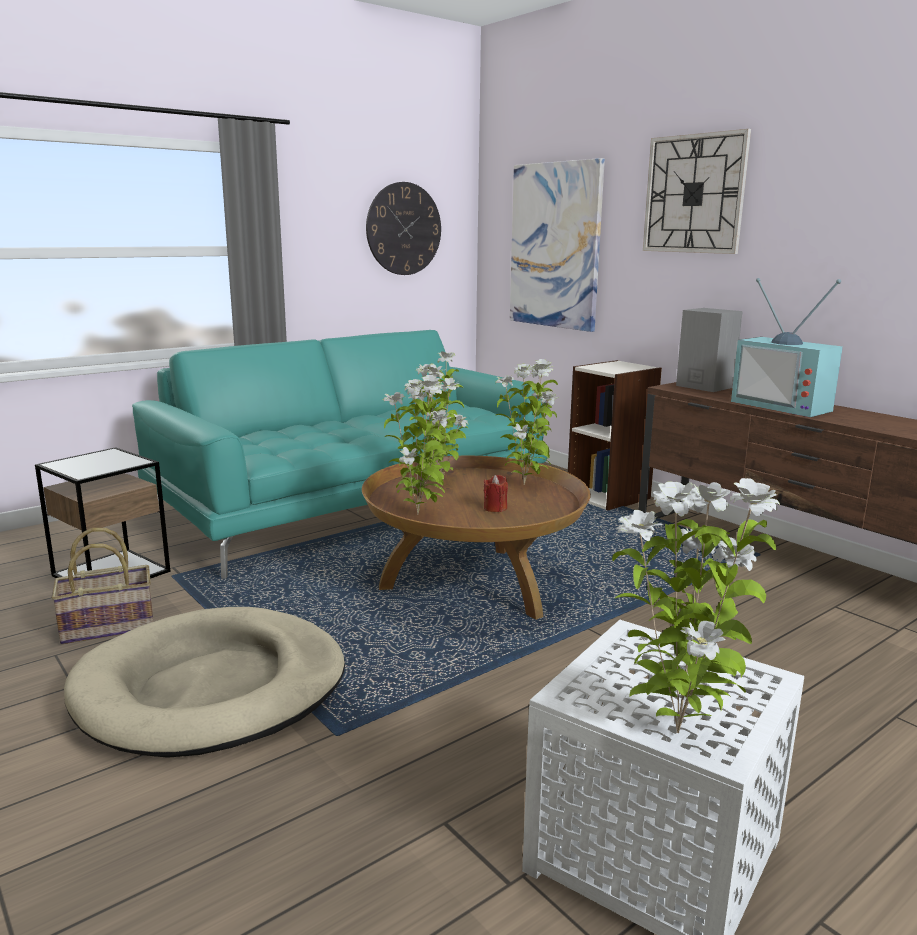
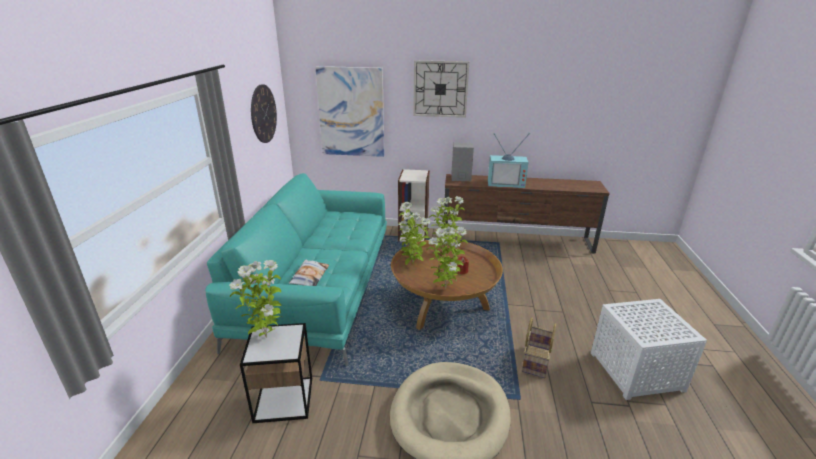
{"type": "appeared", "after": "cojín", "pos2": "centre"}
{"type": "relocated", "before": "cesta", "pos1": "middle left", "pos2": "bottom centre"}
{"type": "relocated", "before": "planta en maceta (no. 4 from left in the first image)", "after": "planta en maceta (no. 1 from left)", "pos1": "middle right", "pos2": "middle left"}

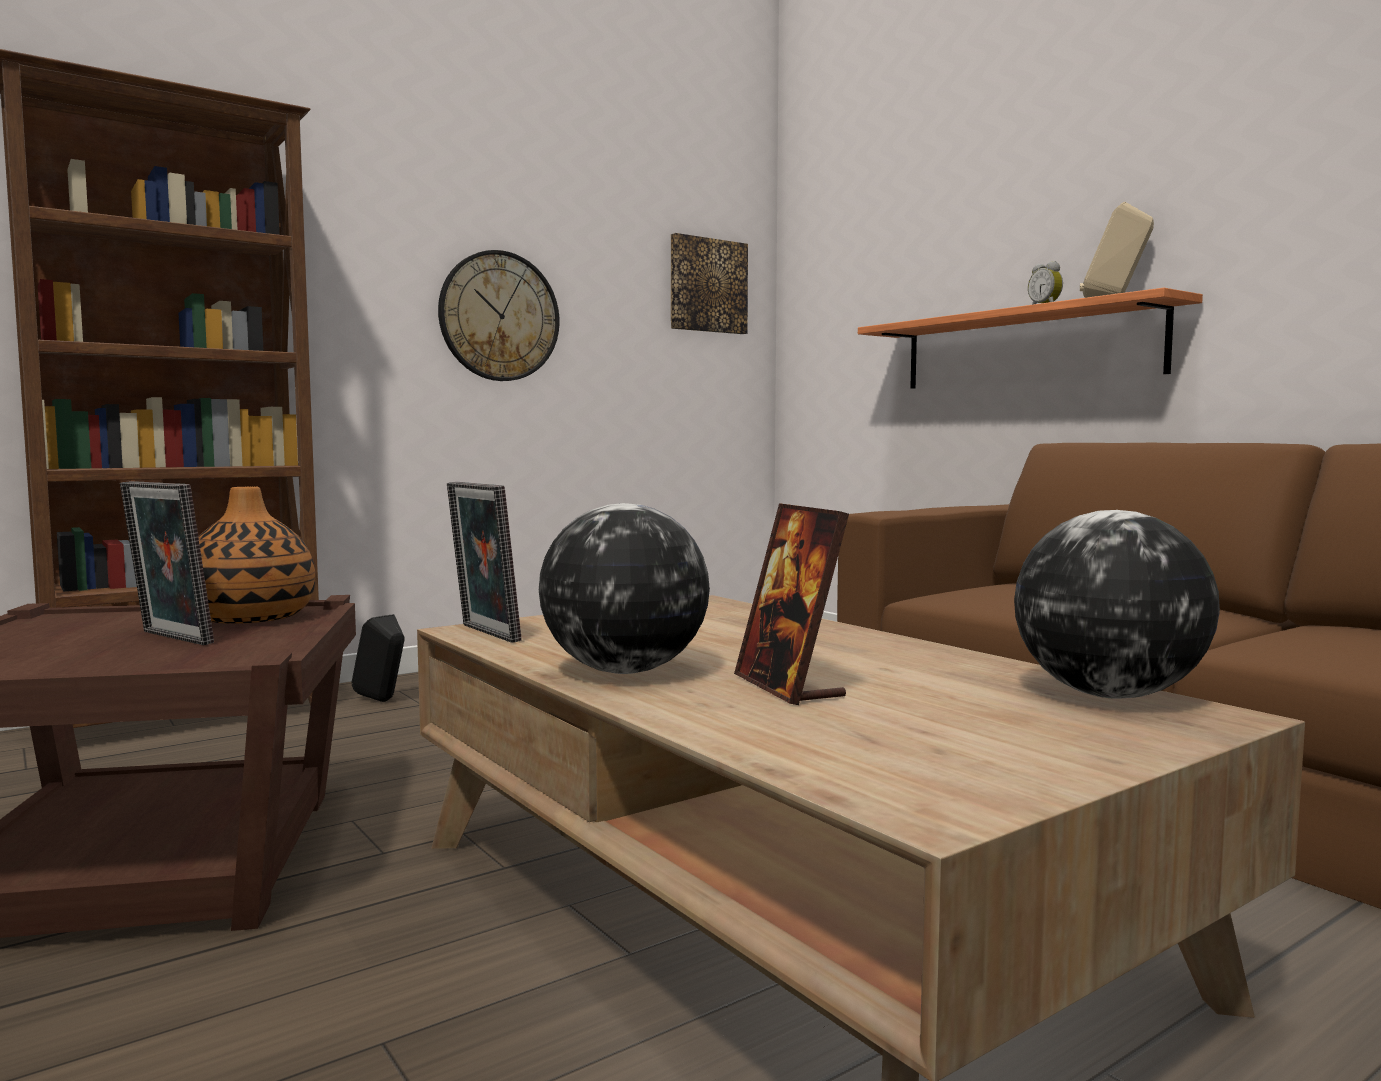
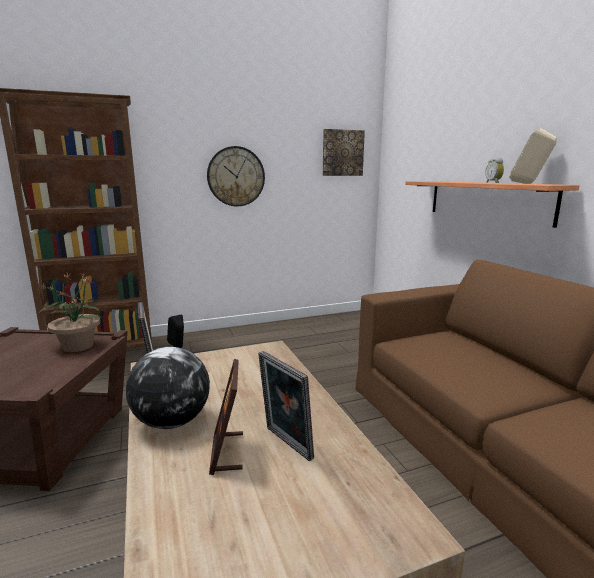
{"type": "missing", "before": "globo terráqueo (no. 2 from left)", "pos1": "middle right"}
{"type": "relocated", "before": "portarretratos (no. 1 from left in the first image)", "after": "portarretratos (no. 3 from left)", "pos1": "middle left", "pos2": "bottom centre"}
{"type": "exchanged", "before": "florero", "after": "planta en maceta", "pos1": "middle left", "pos2": "middle left"}

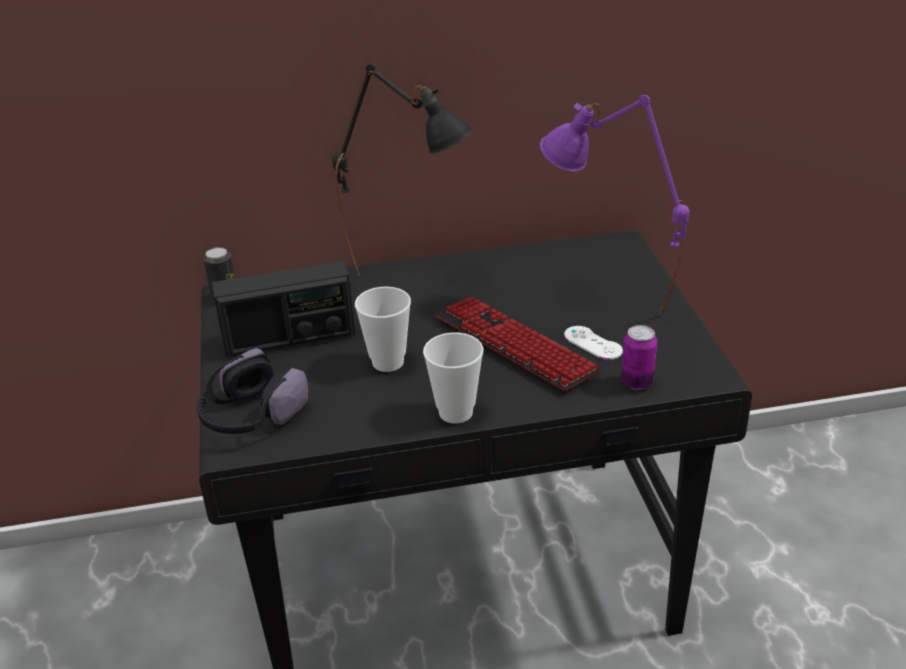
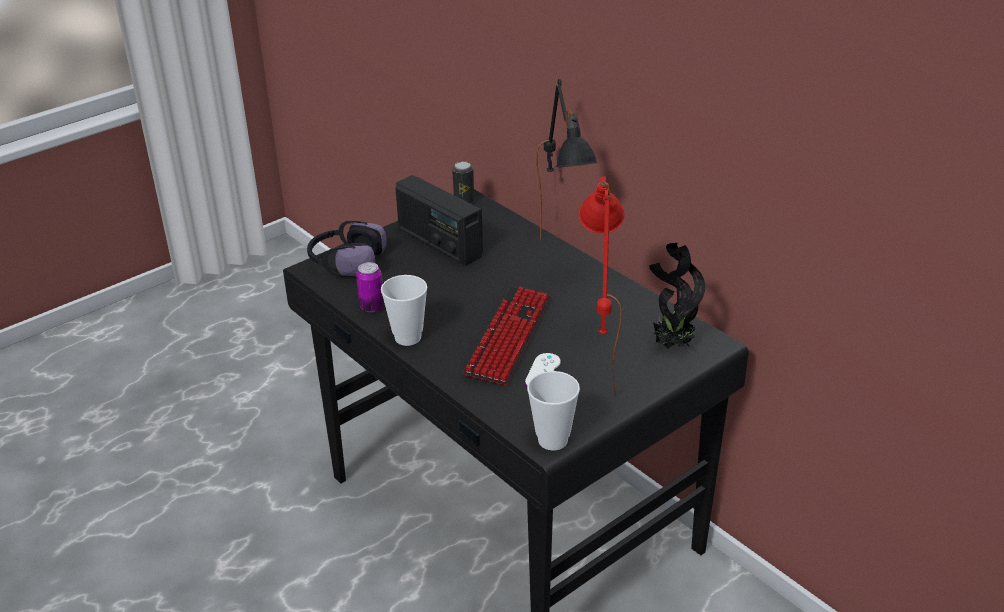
{"type": "appeared", "after": "planta en maceta", "pos2": "middle right"}
{"type": "relocated", "before": "taza (no. 1 from left in the first image)", "after": "taza (no. 2 from left)", "pos1": "centre", "pos2": "bottom centre"}
{"type": "relocated", "before": "lata (no. 2 from left in the first image)", "after": "lata (no. 1 from left)", "pos1": "middle right", "pos2": "centre"}
{"type": "colour", "before": "lámpara de mesa [morado]", "after": "lámpara de mesa [rojo]", "pos1": "top right", "pos2": "centre"}

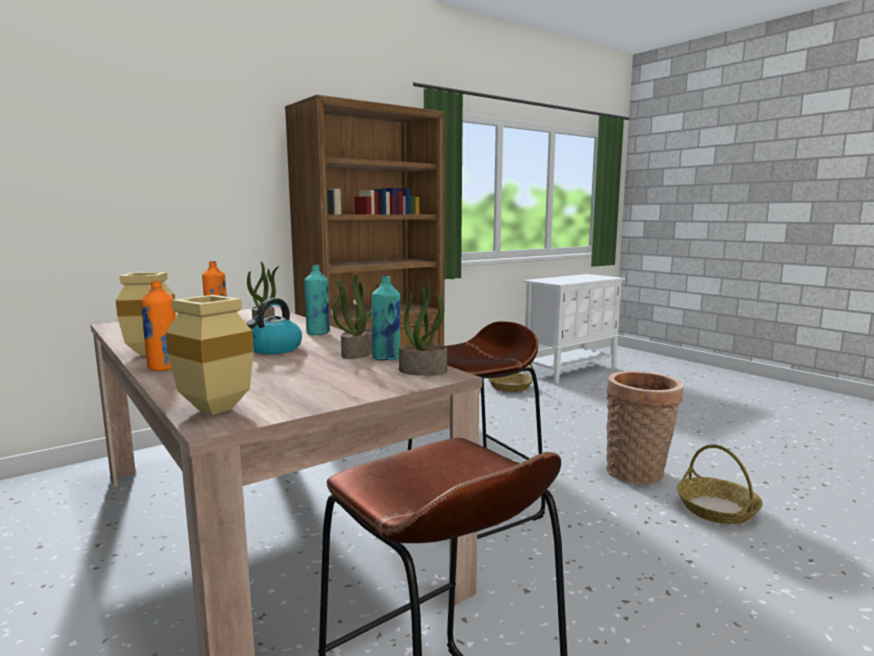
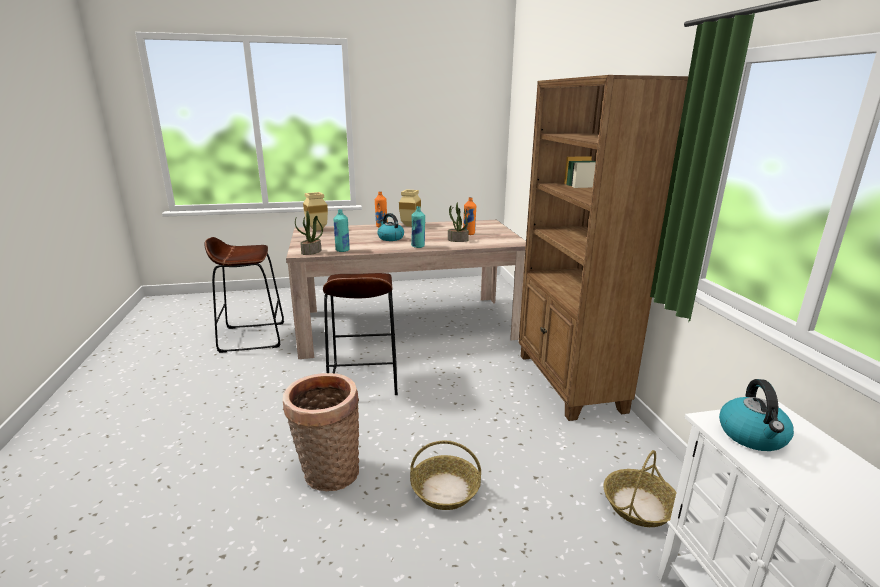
{"type": "missing", "before": "planta en maceta (no. 2 from left)", "pos1": "centre"}
{"type": "appeared", "after": "hervidor (no. 2 from left)", "pos2": "bottom right"}
{"type": "relocated", "before": "cesta (no. 3 from left in the first image)", "after": "cesta (no. 2 from left)", "pos1": "bottom right", "pos2": "bottom centre"}

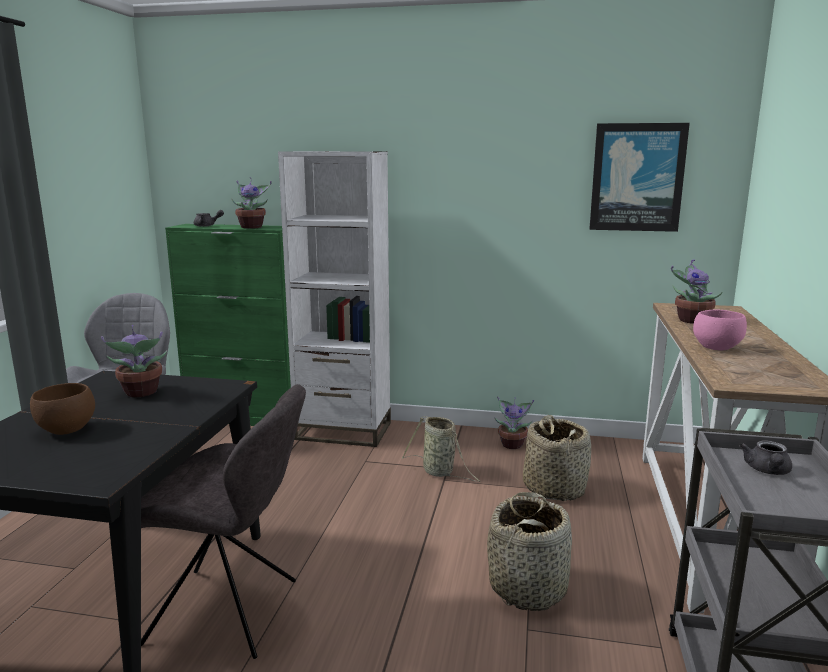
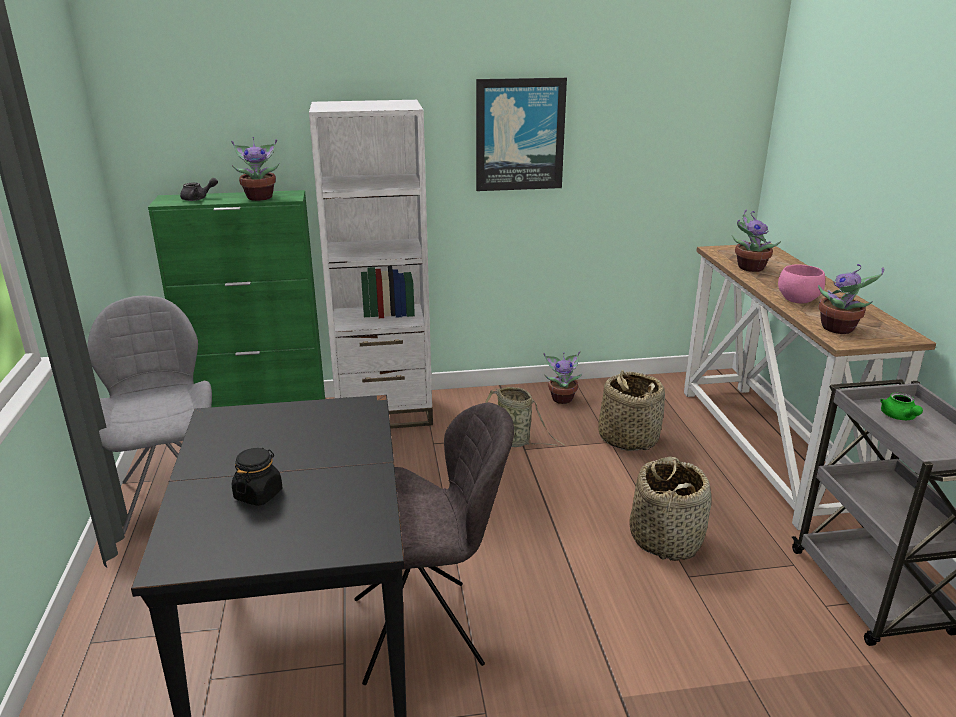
{"type": "relocated", "before": "planta en maceta (no. 1 from left in the first image)", "after": "planta en maceta (no. 4 from left)", "pos1": "middle left", "pos2": "middle right"}
{"type": "relocated", "before": "cuadro", "pos1": "top right", "pos2": "top centre"}
{"type": "exchanged", "before": "cuenco [marrón]", "after": "tarro [negro]", "pos1": "middle left", "pos2": "middle left"}
{"type": "colour", "before": "tetera [gris] (no. 2 from left)", "after": "tetera [verde]", "pos1": "bottom right", "pos2": "middle right"}

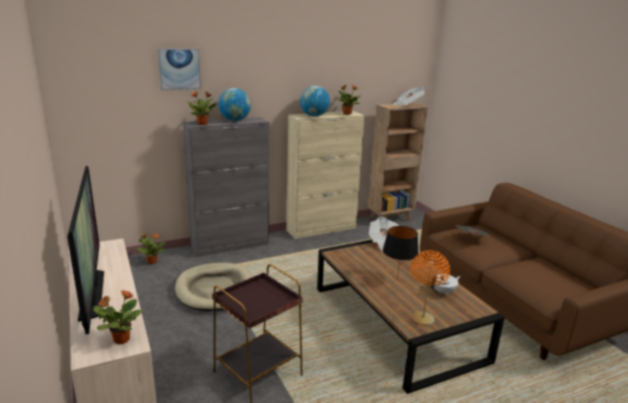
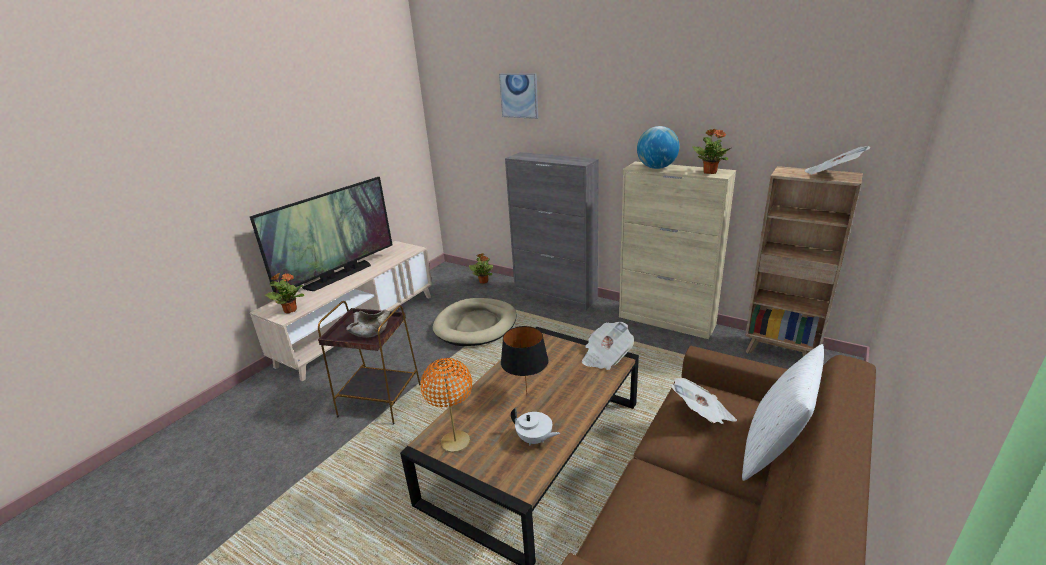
{"type": "missing", "before": "planta en maceta (no. 3 from left)", "pos1": "top left"}
{"type": "missing", "before": "globo terráqueo (no. 1 from left)", "pos1": "top centre"}
{"type": "appeared", "after": "cuenco [beis]", "pos2": "centre"}
{"type": "appeared", "after": "cojín [blanco]", "pos2": "bottom right"}

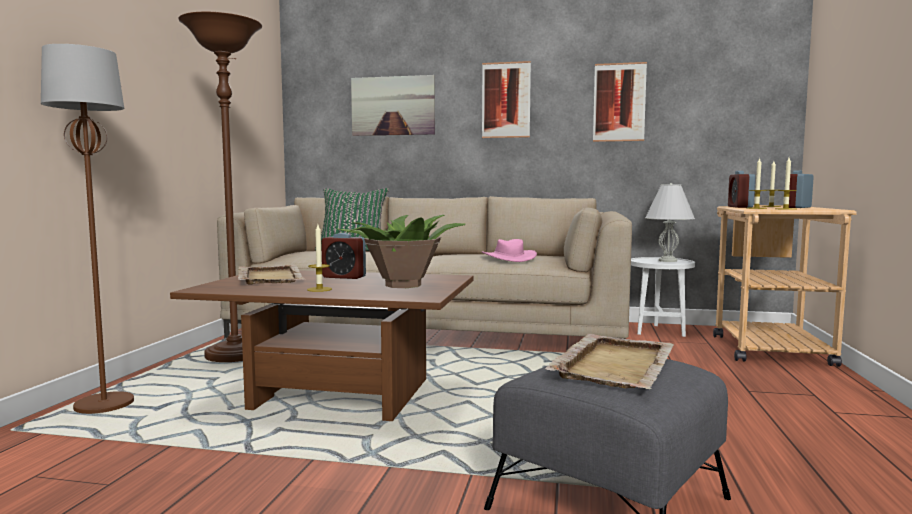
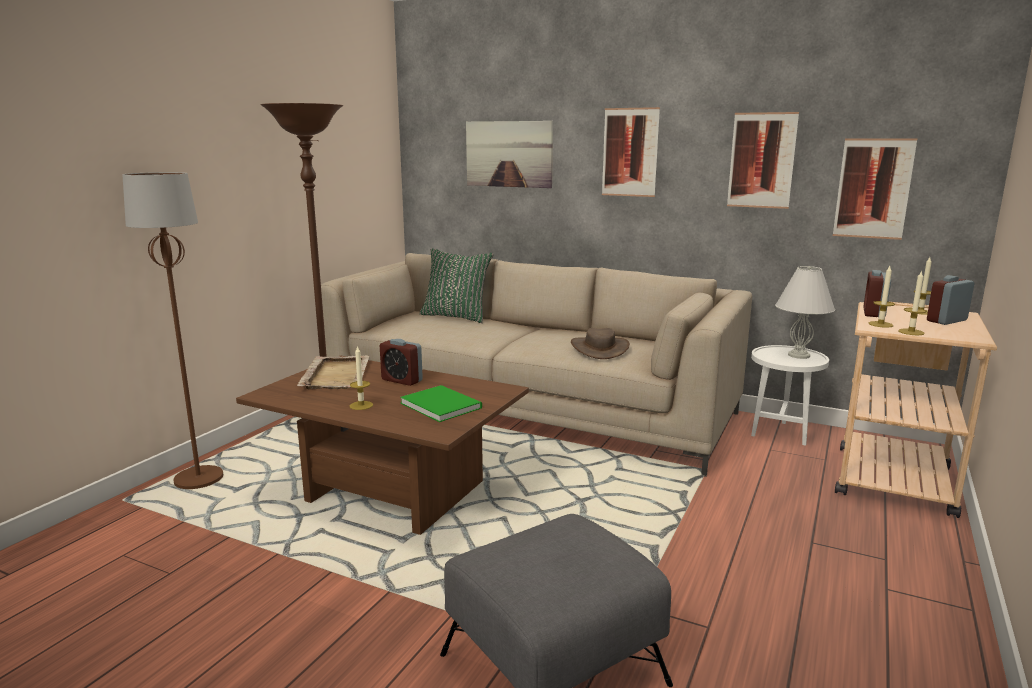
{"type": "missing", "before": "bandeja [beis] (no. 2 from left)", "pos1": "bottom right"}
{"type": "appeared", "after": "cuadro (no. 4 from left)", "pos2": "top right"}
{"type": "exchanged", "before": "planta en maceta", "after": "libro [verde]", "pos1": "centre", "pos2": "centre"}
{"type": "colour", "before": "sombrero [rosa]", "after": "sombrero [marrón]", "pos1": "centre", "pos2": "centre"}

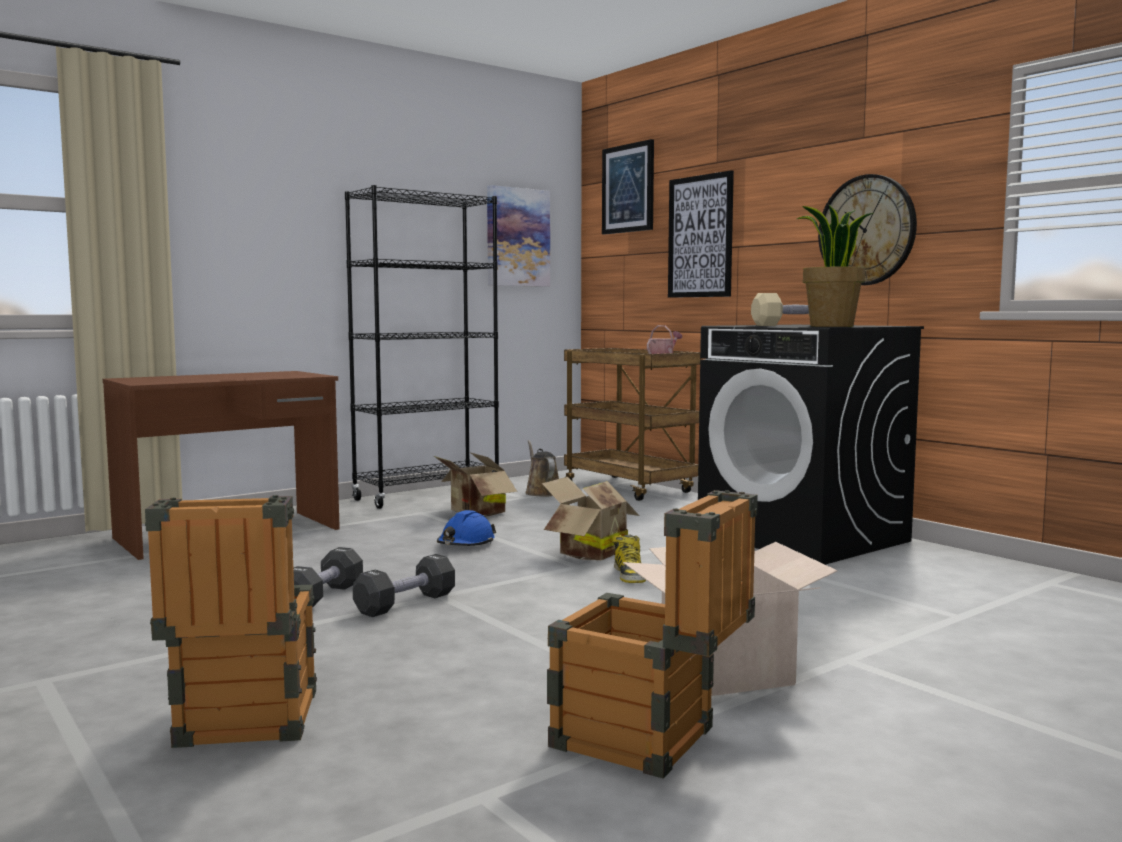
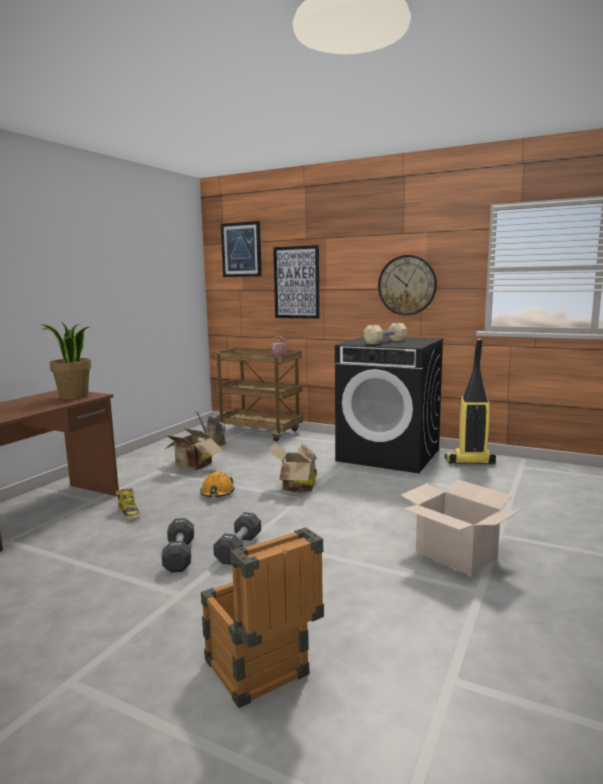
{"type": "missing", "before": "estantería [negro]", "pos1": "centre"}
{"type": "missing", "before": "cuadro (no. 1 from left)", "pos1": "top centre"}
{"type": "missing", "before": "caja de embalaje (no. 2 from left)", "pos1": "bottom centre"}
{"type": "appeared", "after": "aspiradora", "pos2": "middle right"}
{"type": "relocated", "before": "bota", "pos1": "centre", "pos2": "middle left"}
{"type": "relocated", "before": "planta en maceta", "pos1": "top right", "pos2": "middle left"}
{"type": "colour", "before": "casco [azul]", "after": "casco [naranja]", "pos1": "centre", "pos2": "centre"}

